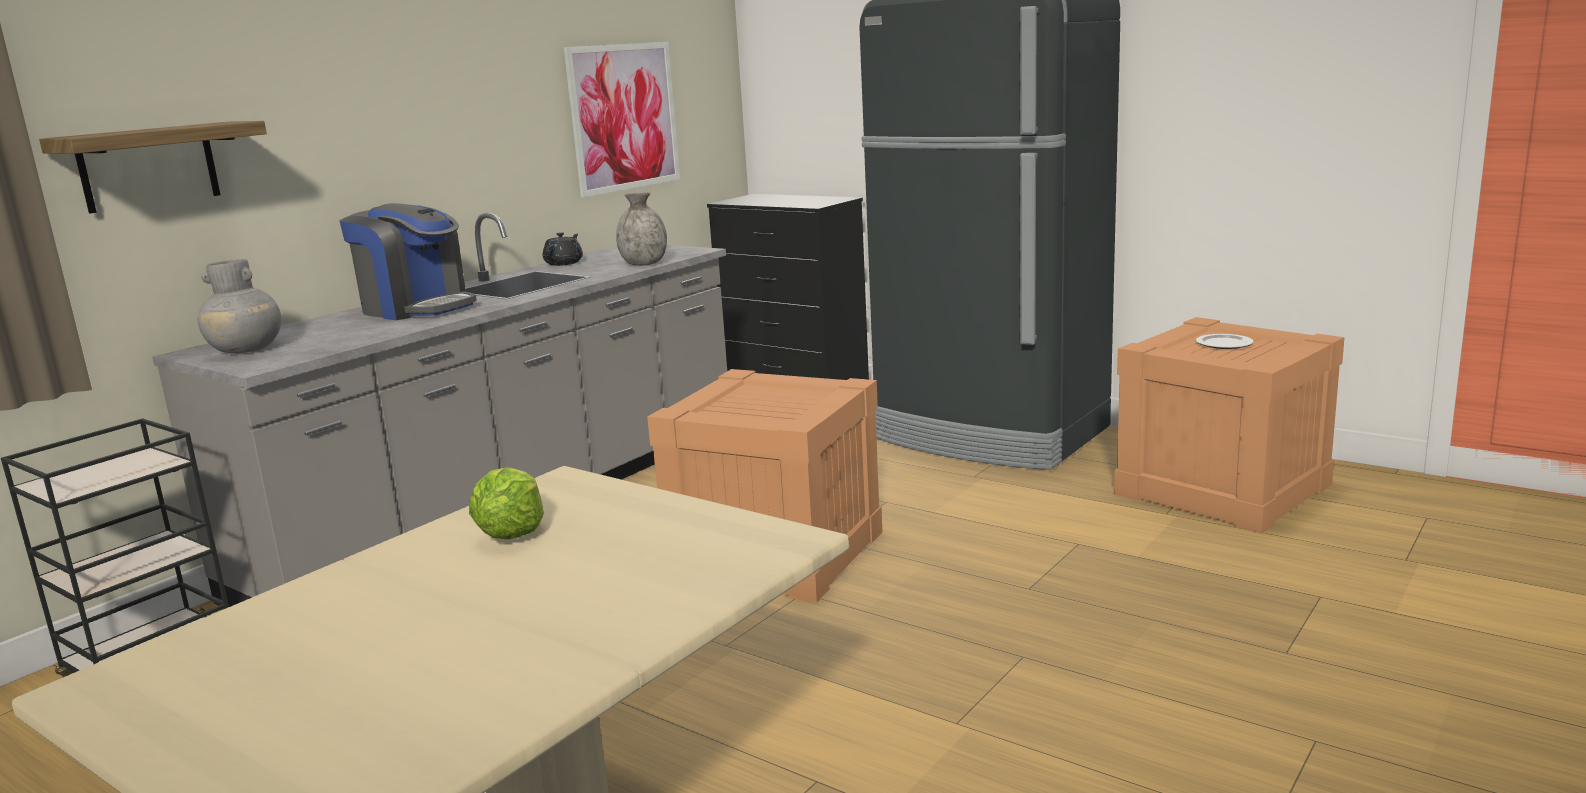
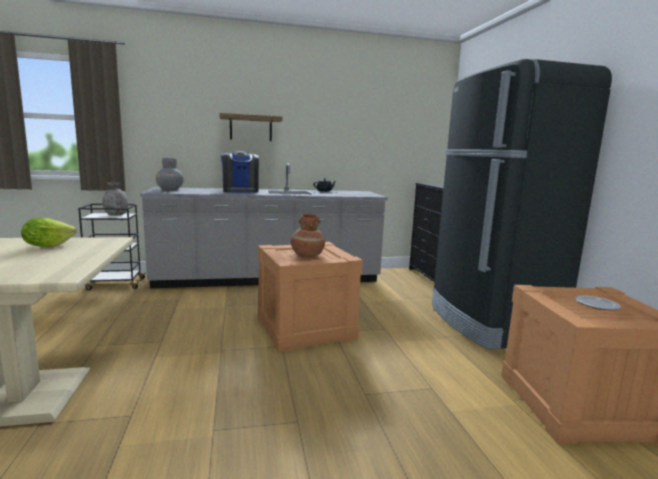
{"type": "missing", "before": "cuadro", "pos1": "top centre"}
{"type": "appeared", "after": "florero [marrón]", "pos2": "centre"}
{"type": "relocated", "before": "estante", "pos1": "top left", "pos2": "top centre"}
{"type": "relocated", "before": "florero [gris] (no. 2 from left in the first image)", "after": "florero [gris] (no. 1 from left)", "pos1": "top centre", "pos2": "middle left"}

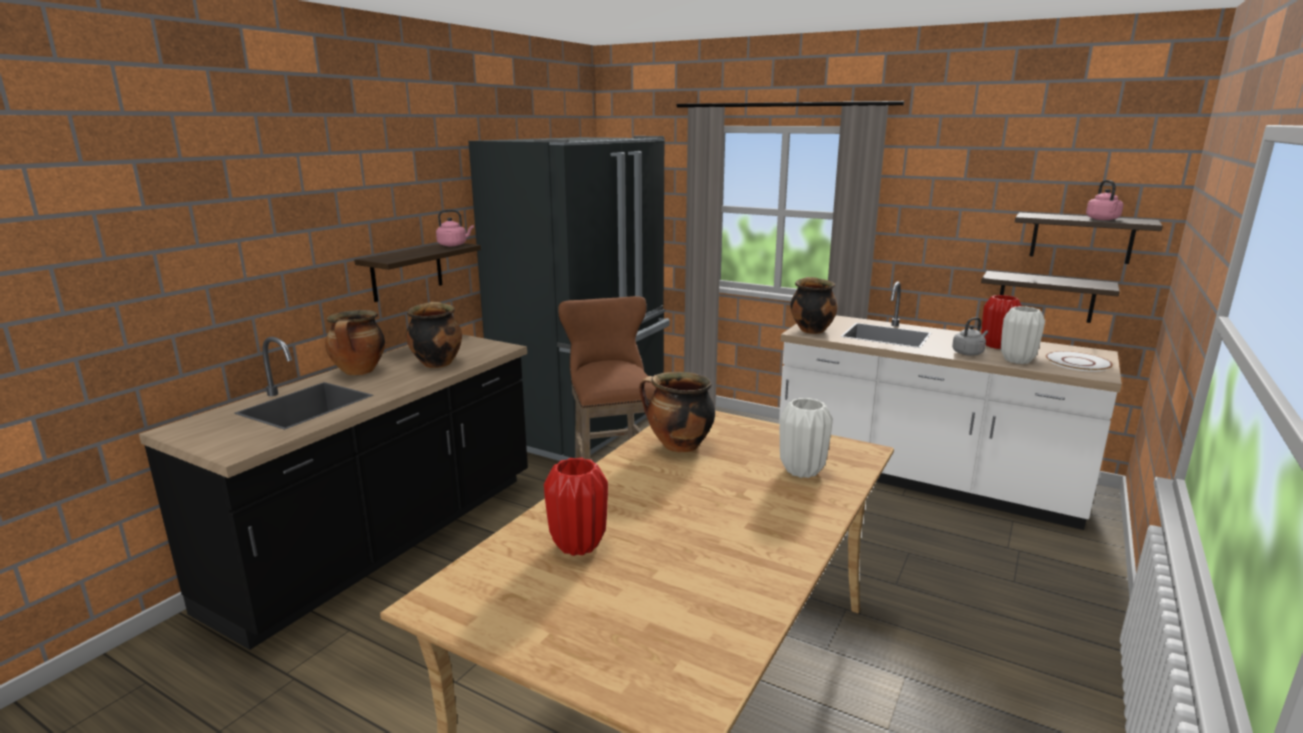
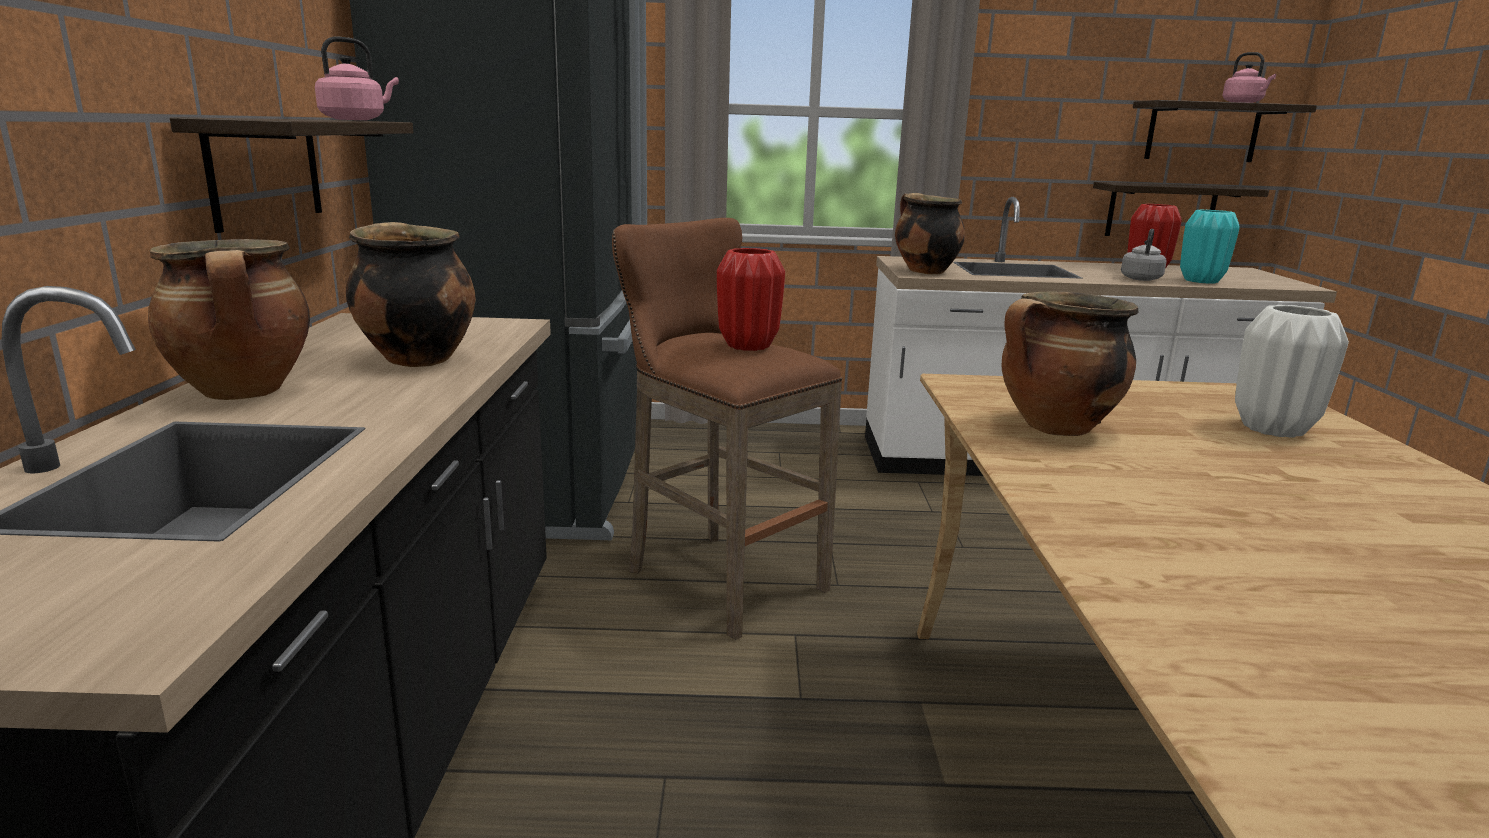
{"type": "missing", "before": "plato [blanco]", "pos1": "middle right"}
{"type": "relocated", "before": "florero [rojo] (no. 1 from left)", "pos1": "bottom centre", "pos2": "centre"}
{"type": "colour", "before": "florero [blanco] (no. 2 from left)", "after": "florero [turquesa]", "pos1": "middle right", "pos2": "top right"}

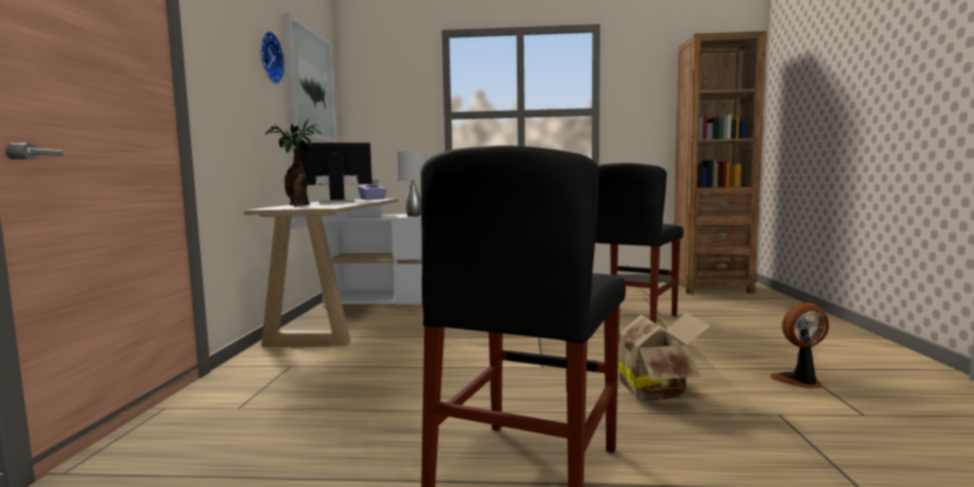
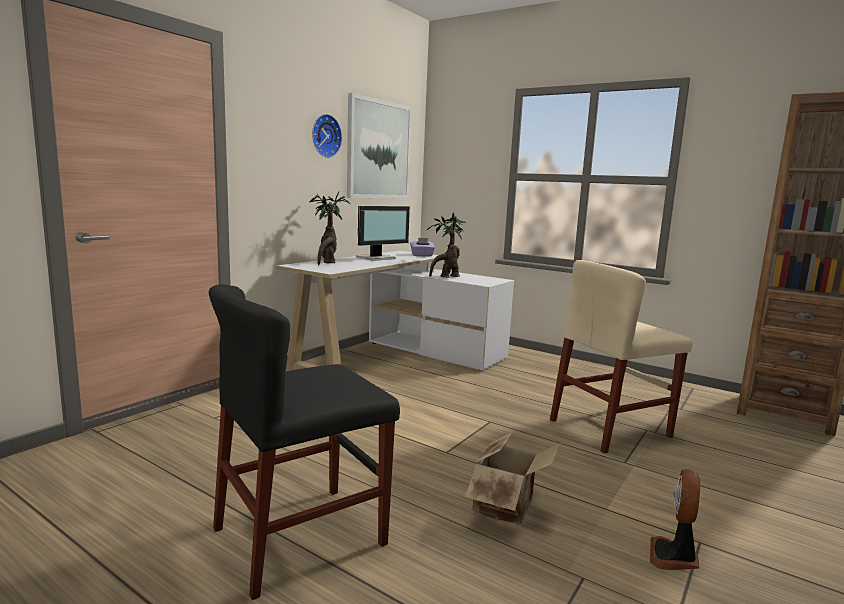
{"type": "exchanged", "before": "lámpara de mesa [gris]", "after": "planta en maceta (no. 2 from left)", "pos1": "centre", "pos2": "centre"}
{"type": "colour", "before": "silla [negro] (no. 2 from left)", "after": "silla [beis]", "pos1": "centre", "pos2": "middle right"}
{"type": "spun", "before": "monitor", "pos1": "centre", "pos2": "centre", "turn": 120}
{"type": "spun", "before": "ventilador", "pos1": "bottom right", "pos2": "bottom right", "turn": -90}

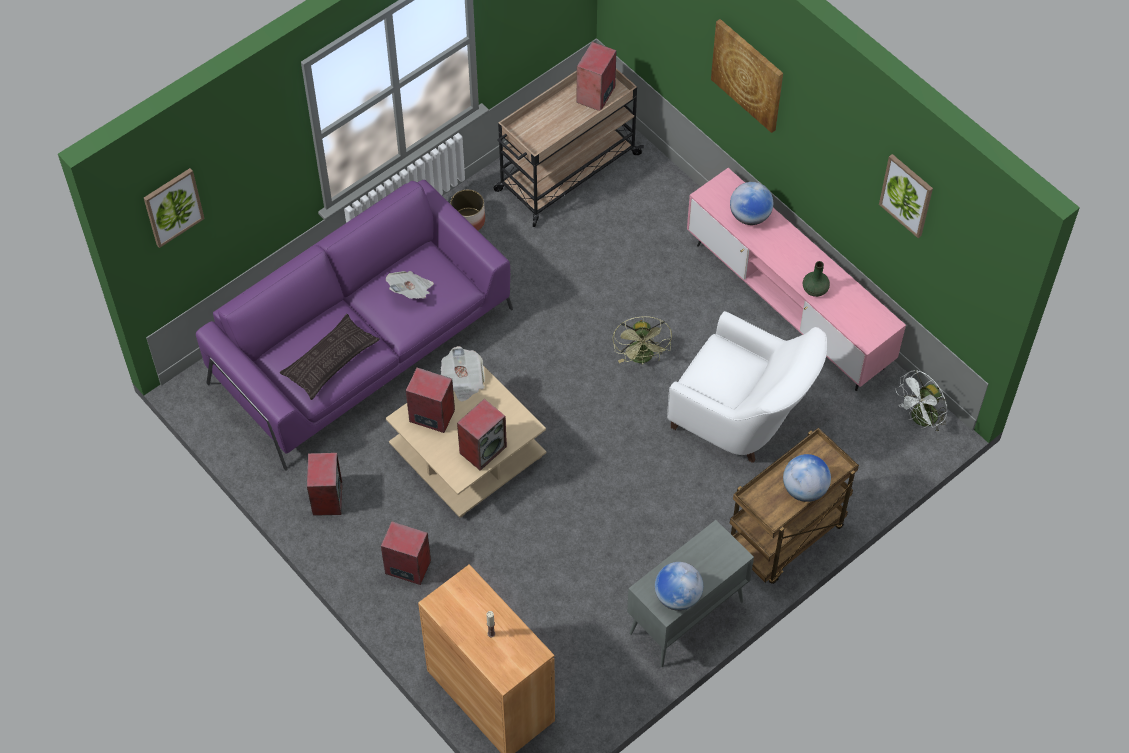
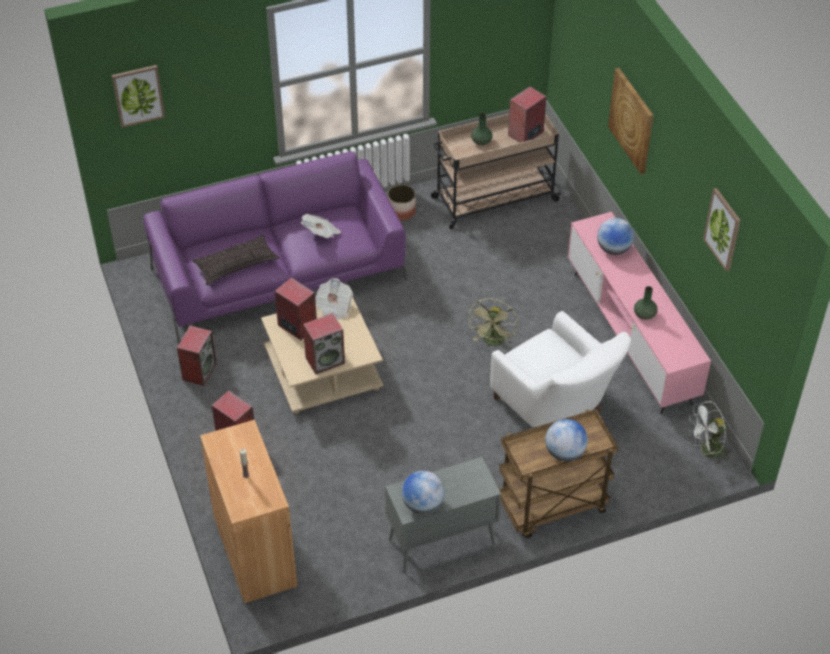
{"type": "appeared", "after": "florero [verde] (no. 1 from left)", "pos2": "top centre"}

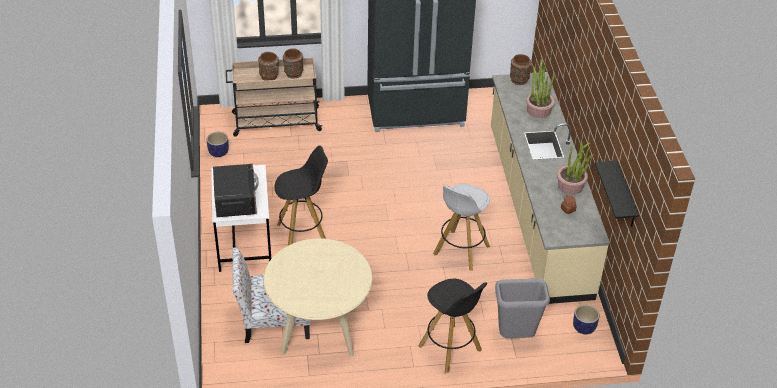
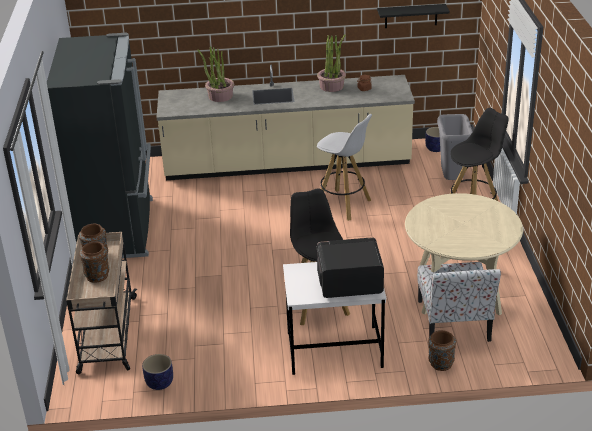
{"type": "relocated", "before": "florero [marrón] (no. 3 from left)", "pos1": "top right", "pos2": "bottom right"}

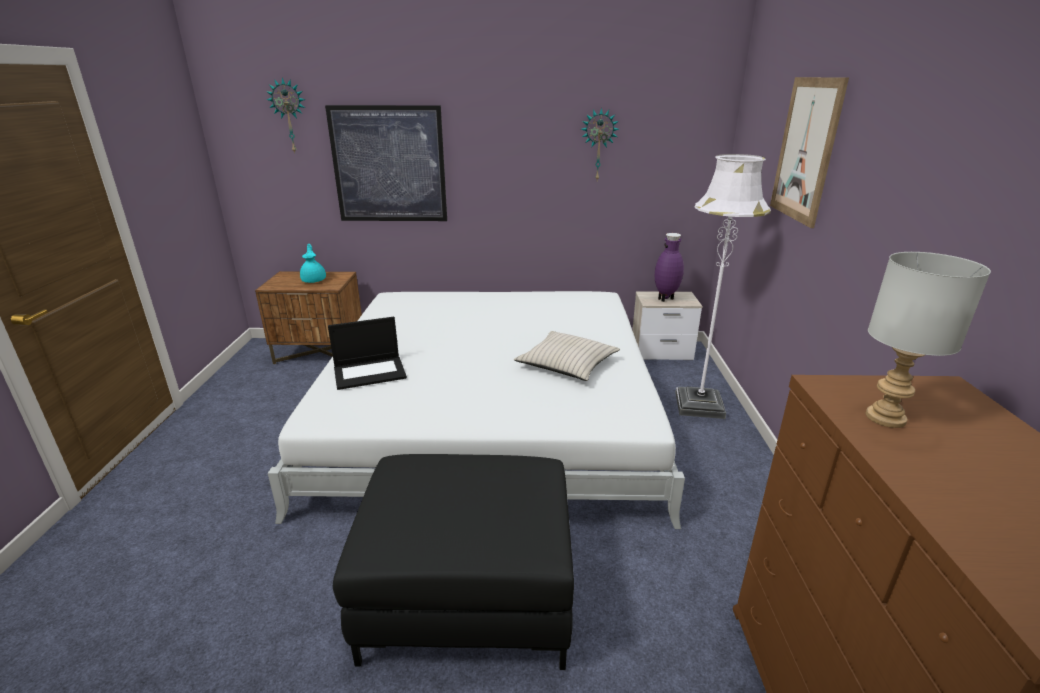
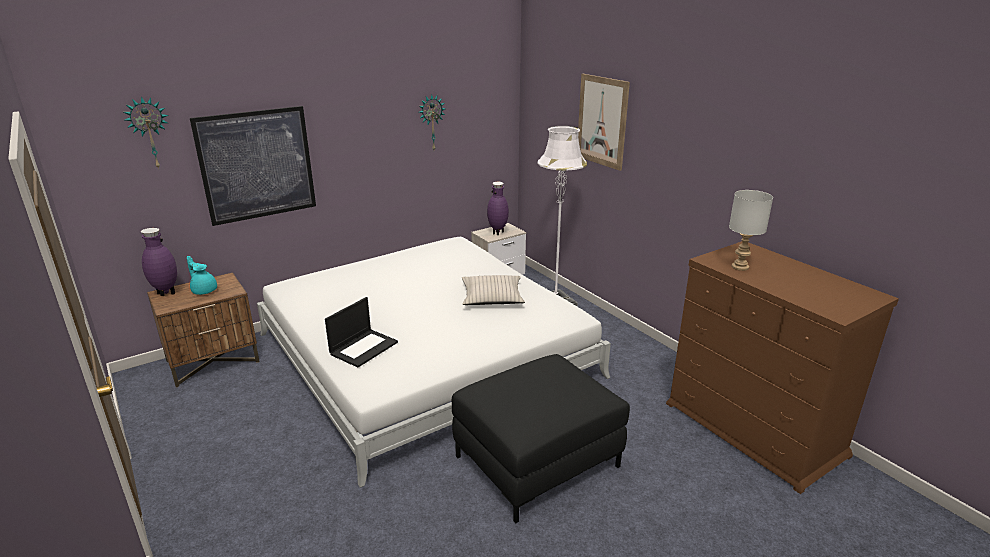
{"type": "appeared", "after": "florero [morado] (no. 1 from left)", "pos2": "middle left"}

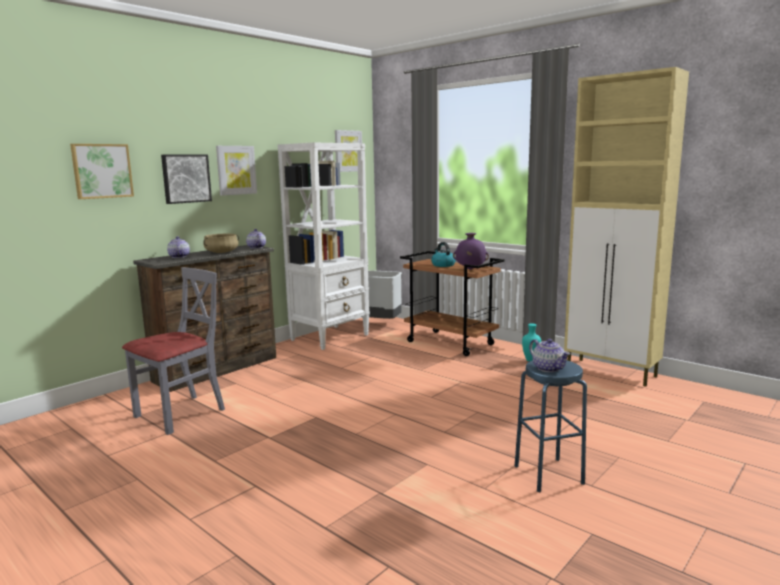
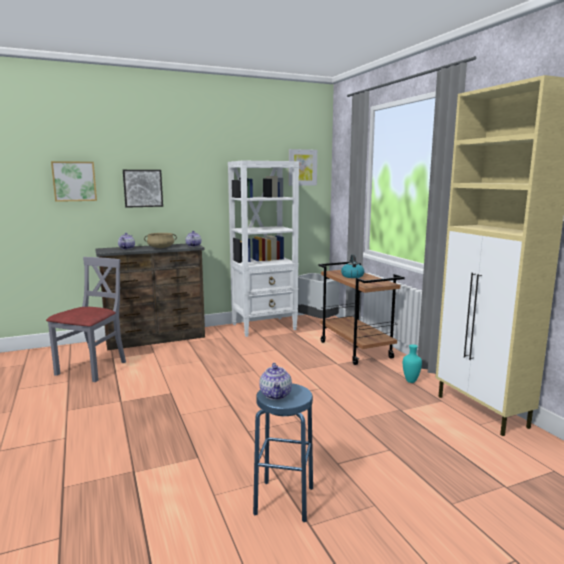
{"type": "missing", "before": "cuadro (no. 3 from left)", "pos1": "top left"}
{"type": "missing", "before": "florero [morado]", "pos1": "centre"}
{"type": "spun", "before": "silla [gris]", "pos1": "middle left", "pos2": "middle left", "turn": -45}

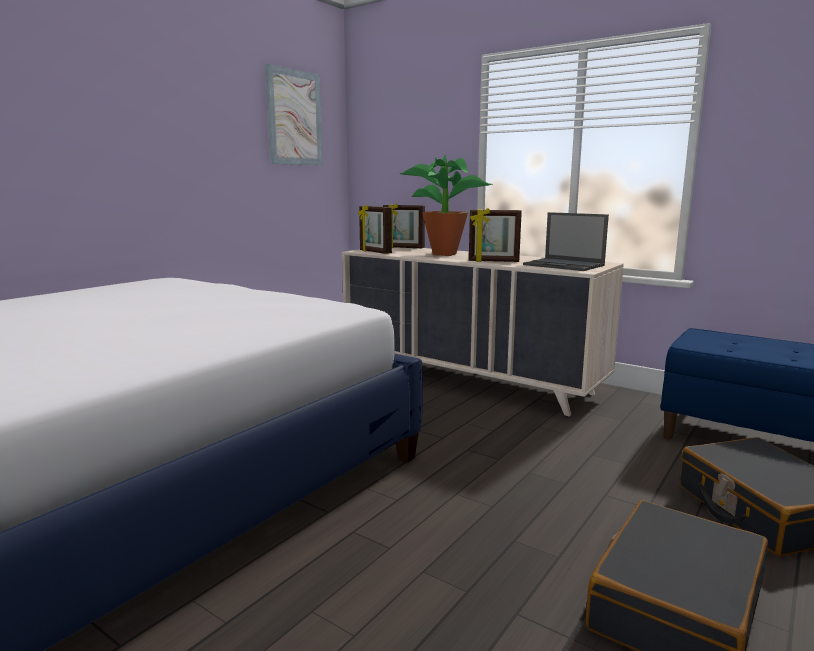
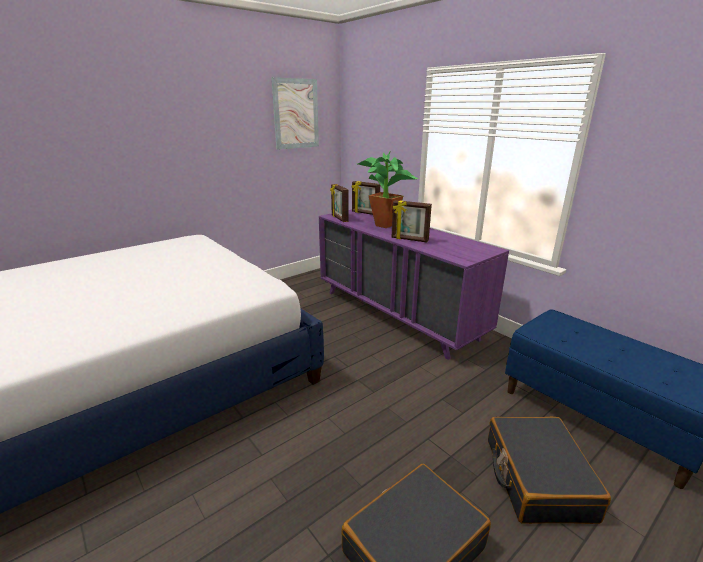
{"type": "missing", "before": "portátil", "pos1": "middle right"}
{"type": "colour", "before": "cómoda [beis]", "after": "cómoda [morado]", "pos1": "centre", "pos2": "centre"}

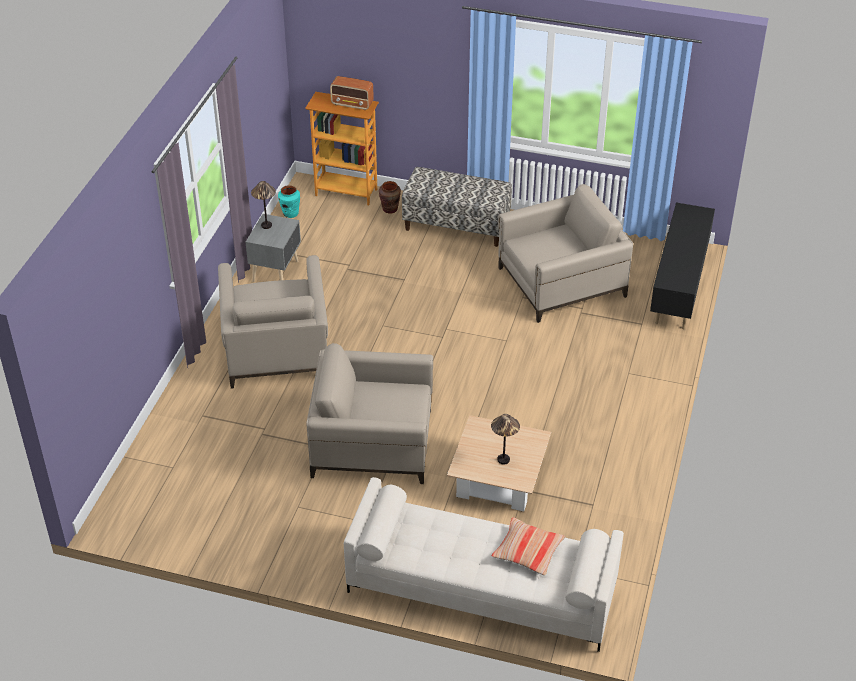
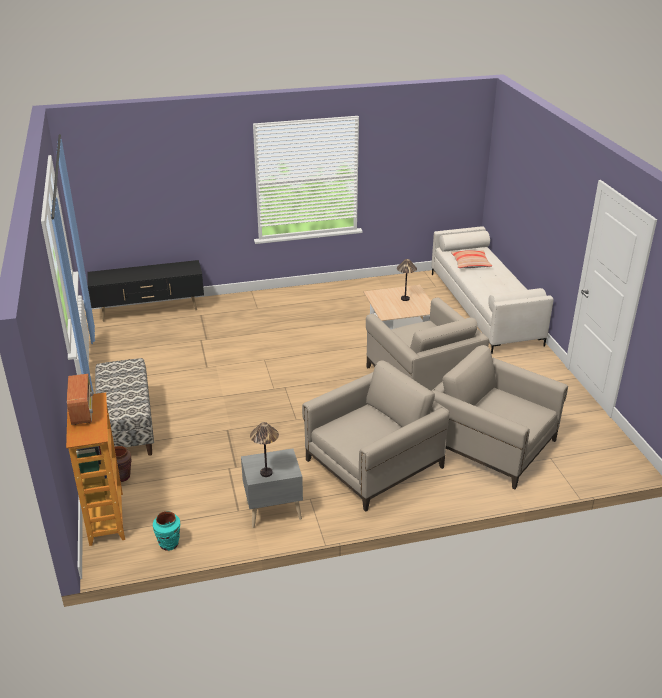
{"type": "relocated", "before": "sillón [beis] (no. 3 from left)", "pos1": "centre", "pos2": "middle right"}

